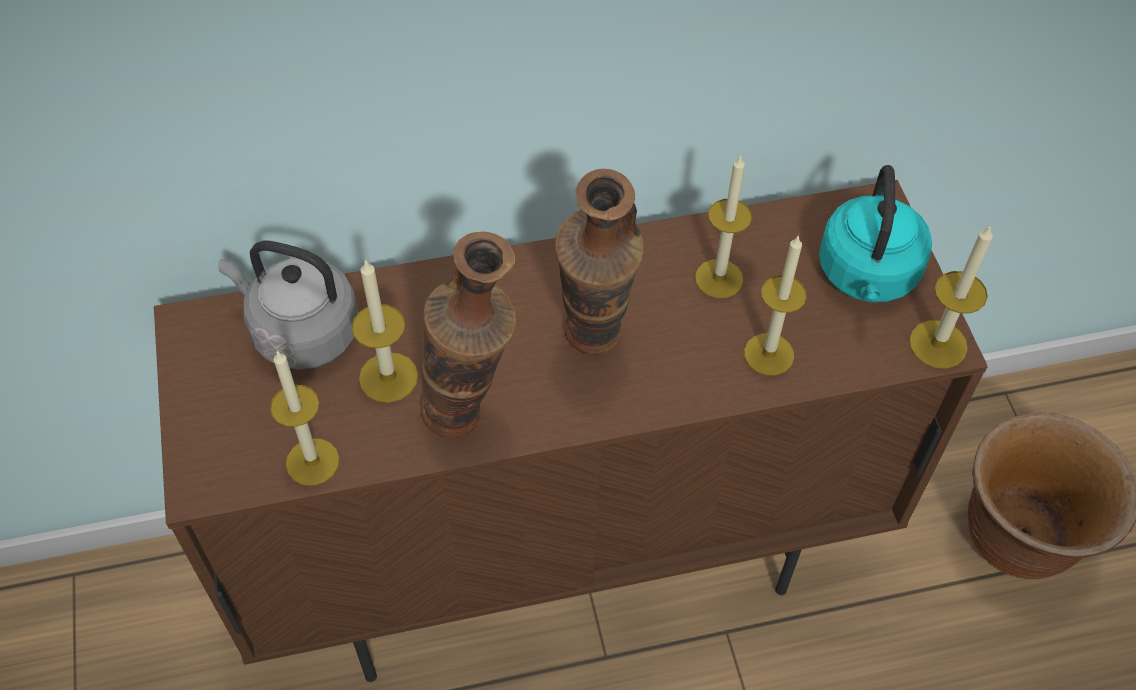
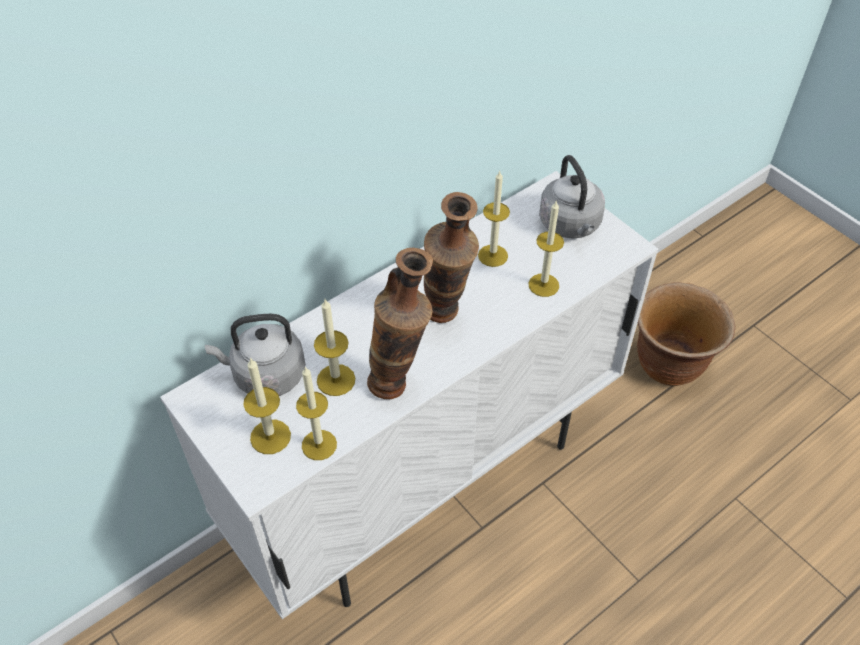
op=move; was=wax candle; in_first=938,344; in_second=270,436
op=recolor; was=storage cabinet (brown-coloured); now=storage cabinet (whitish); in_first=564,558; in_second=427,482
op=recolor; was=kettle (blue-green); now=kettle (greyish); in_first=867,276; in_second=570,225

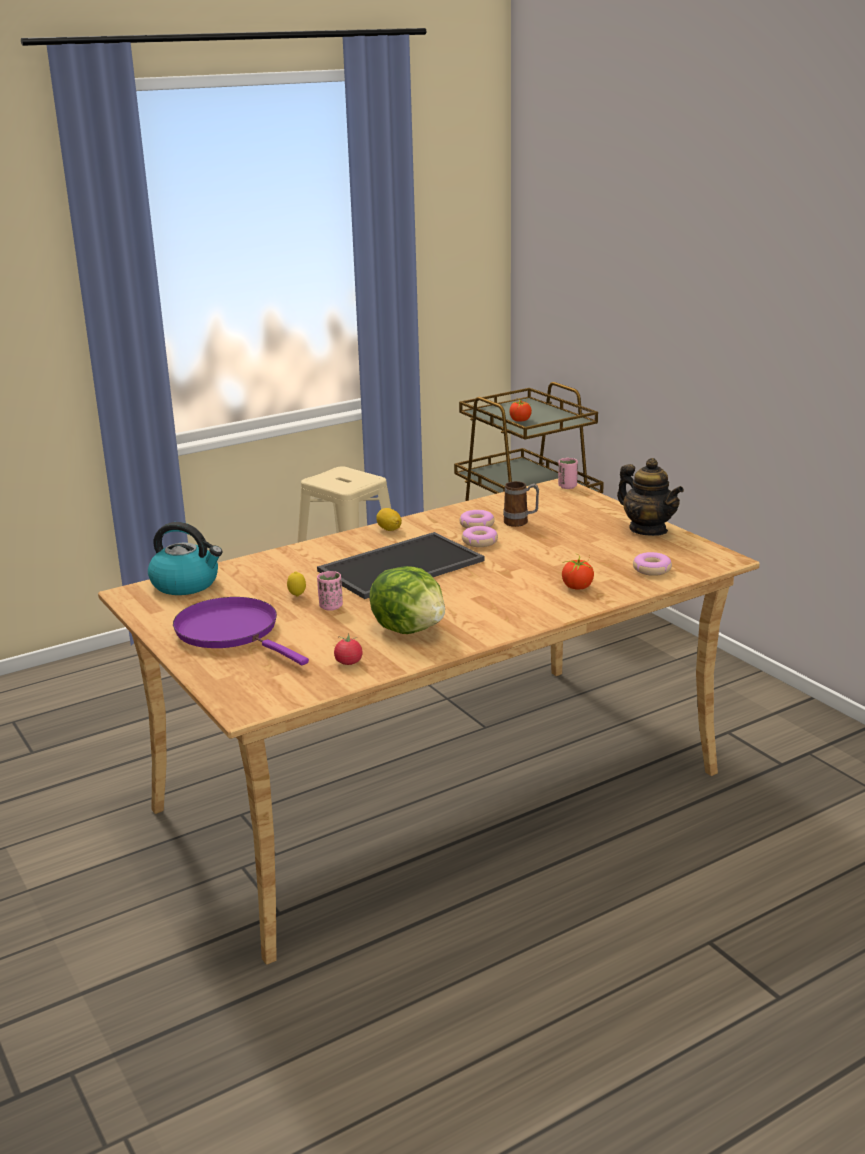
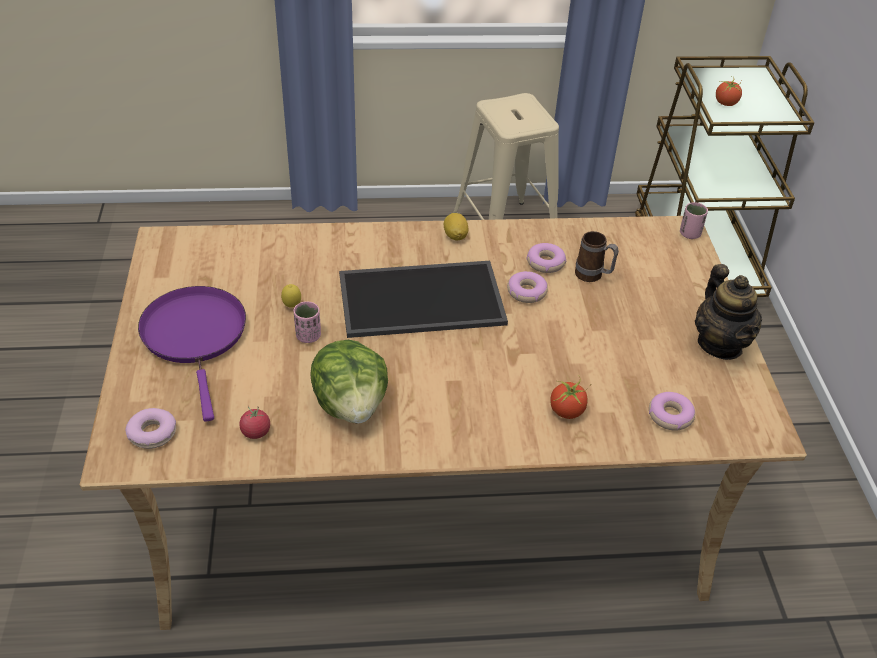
op=delete; was=kettle; in_first=186,584
op=insert; now=ring doughnut; in_second=152,433

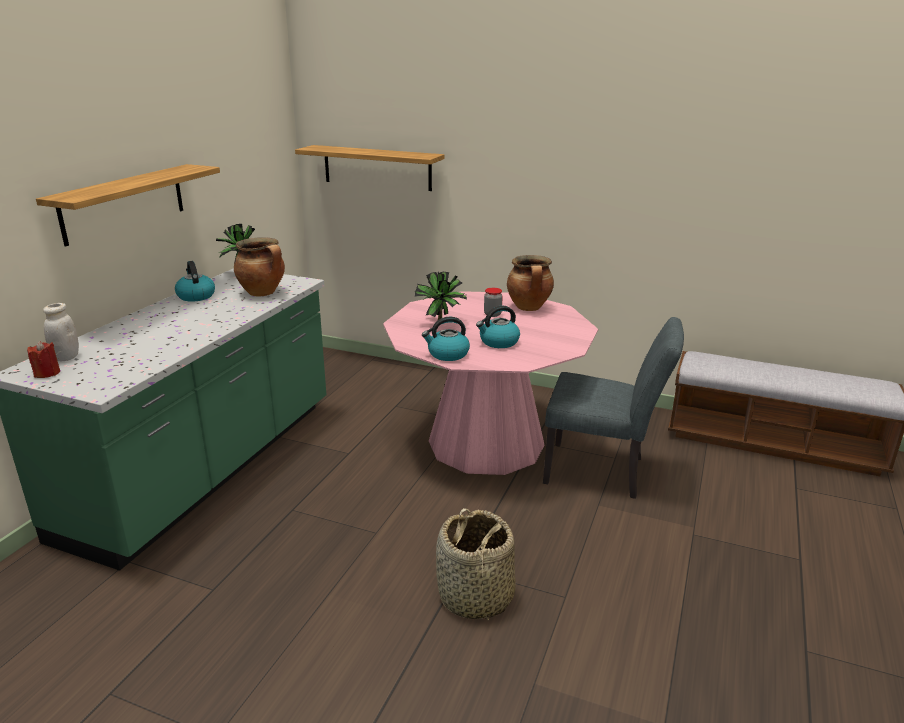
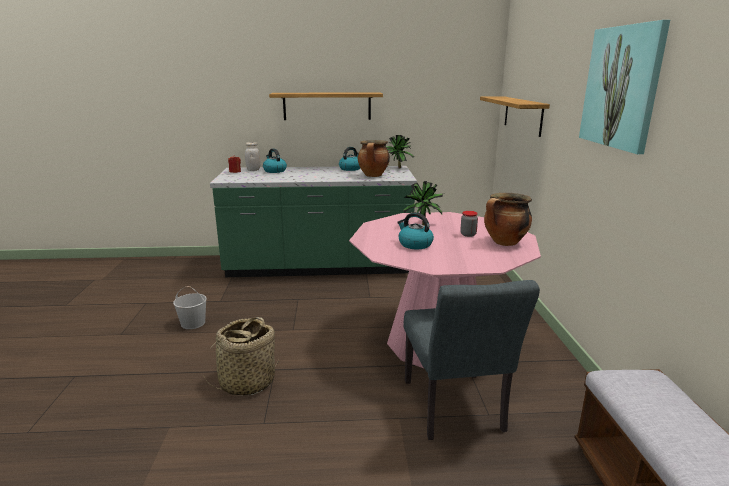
op=insert; now=water bucket (whitish); in_second=193,323
op=insert; now=wall picture; in_second=621,87
op=move; was=kettle; in_first=447,354; in_second=274,171

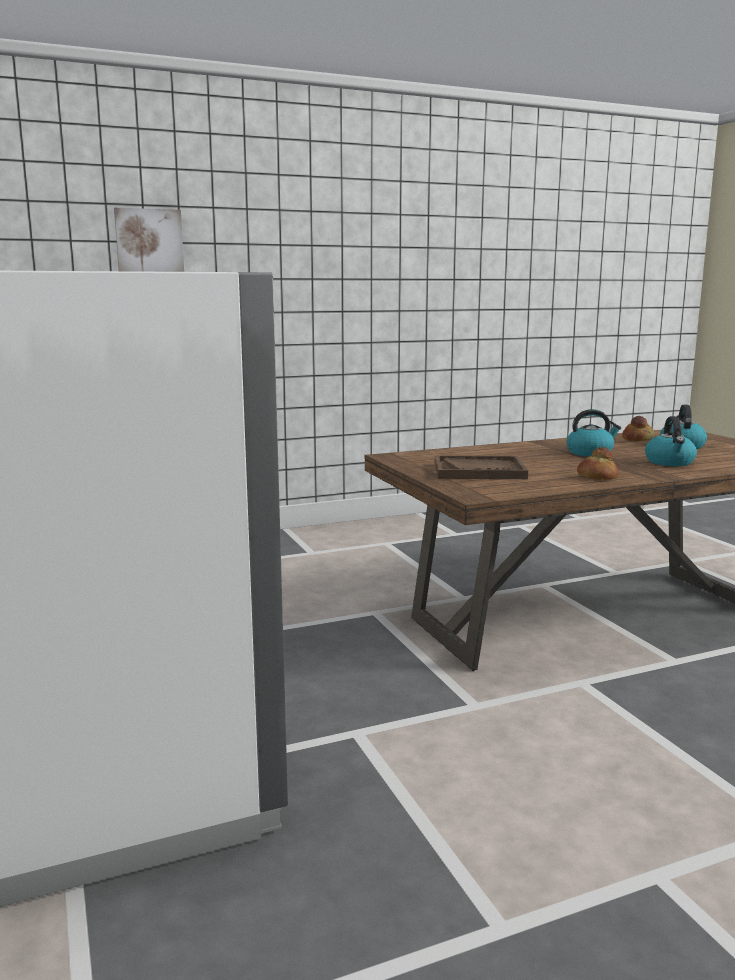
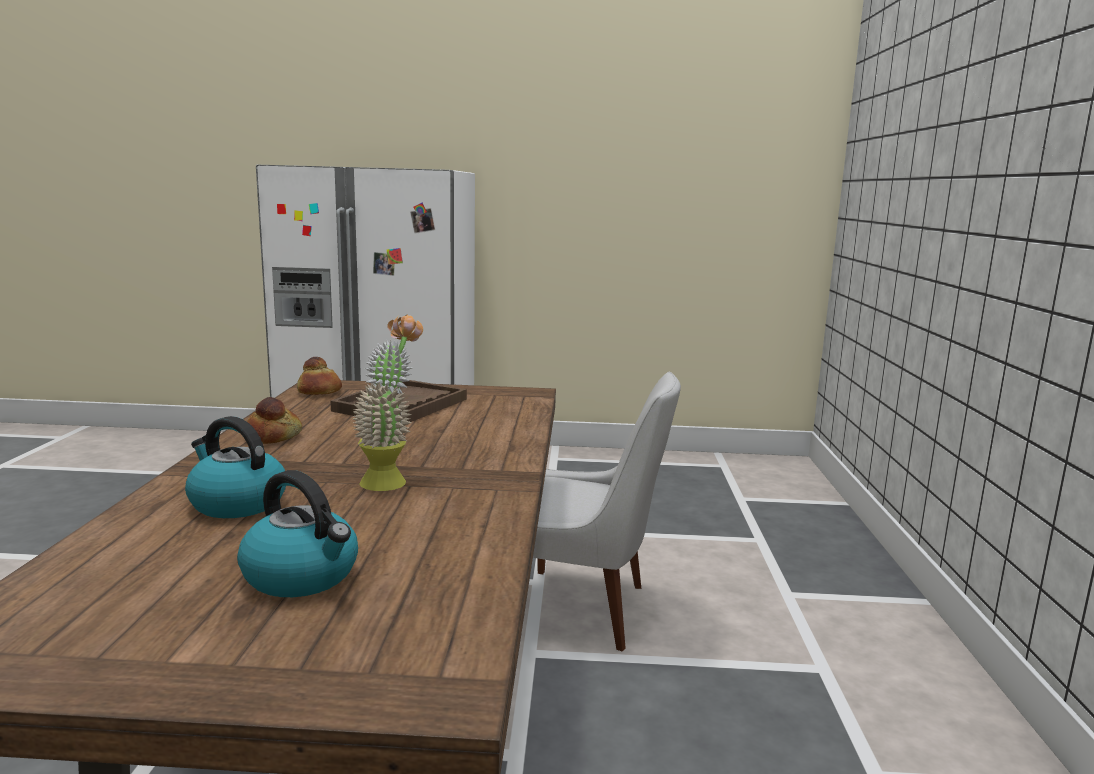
op=delete; was=wall picture; in_first=149,242
op=insert; now=upright chair (whitish); in_second=584,609
op=move; was=baked bread; in_first=638,439; in_second=319,392
op=replace; was=kettle; now=plant in a pot; in_first=590,453; in_second=390,479

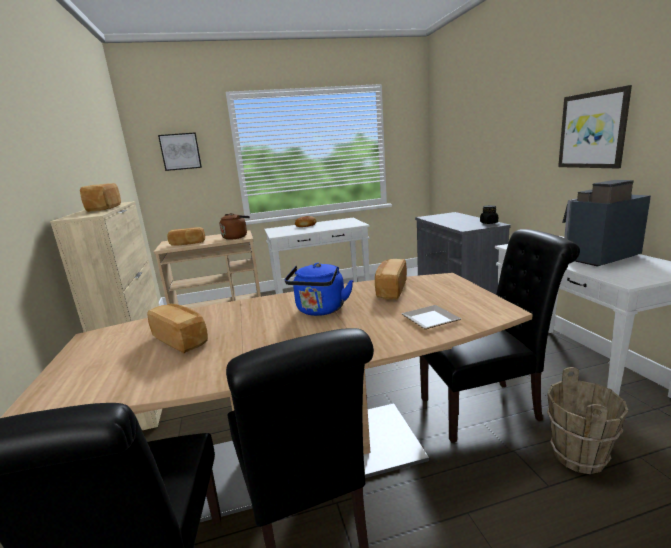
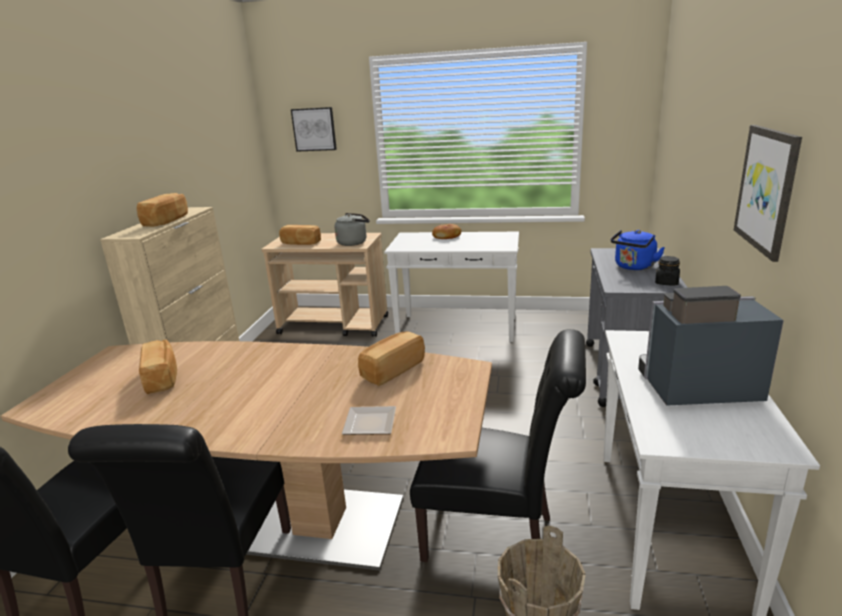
op=move; was=kettle (blue-coloured); in_first=320,310; in_second=633,267
op=recolor; was=kettle (brown-coloured); now=kettle (greyish); in_first=236,237; in_second=354,242

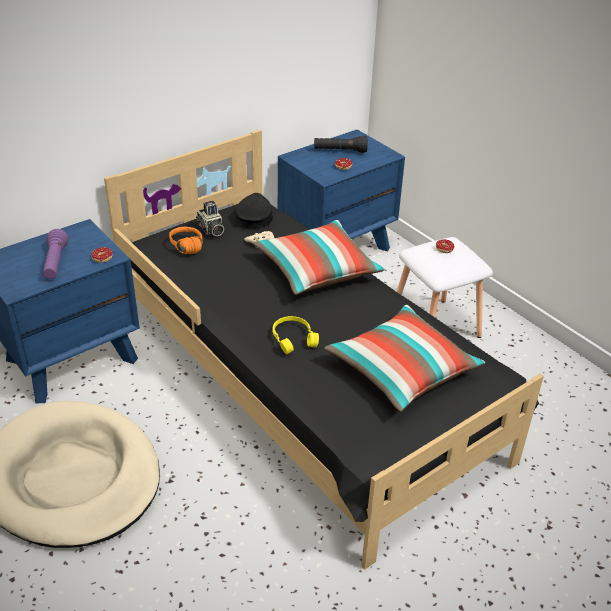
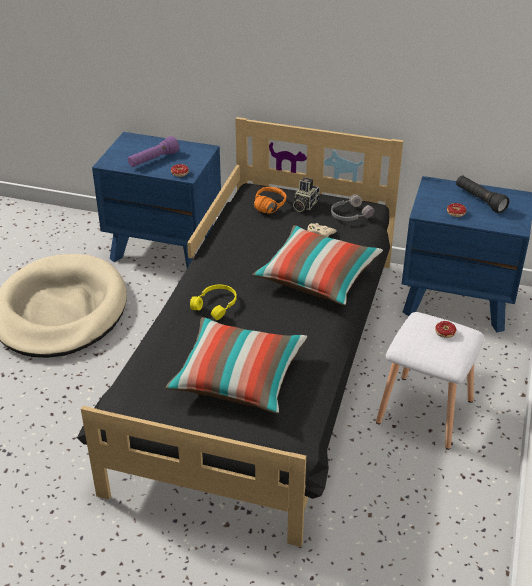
op=replace; was=peaked cap (blackish); now=headset (greyish); in_first=254,216; in_second=349,214

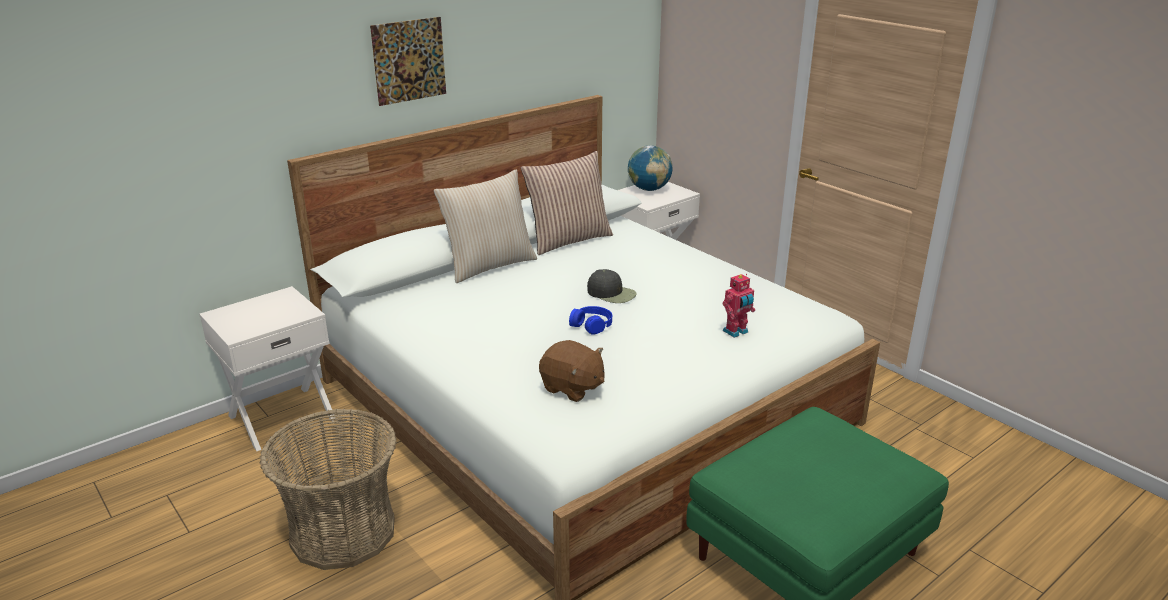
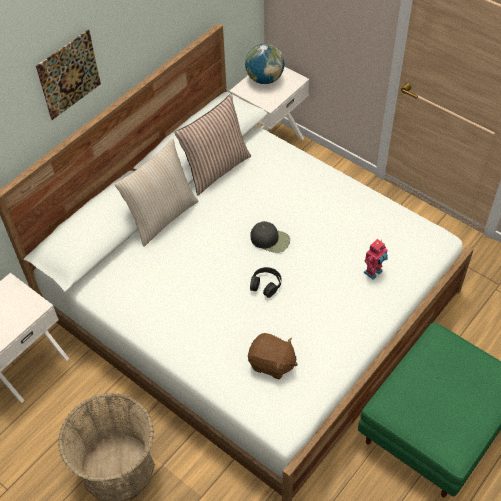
op=recolor; was=headset (blue-coloured); now=headset (blackish); in_first=591,324; in_second=266,284

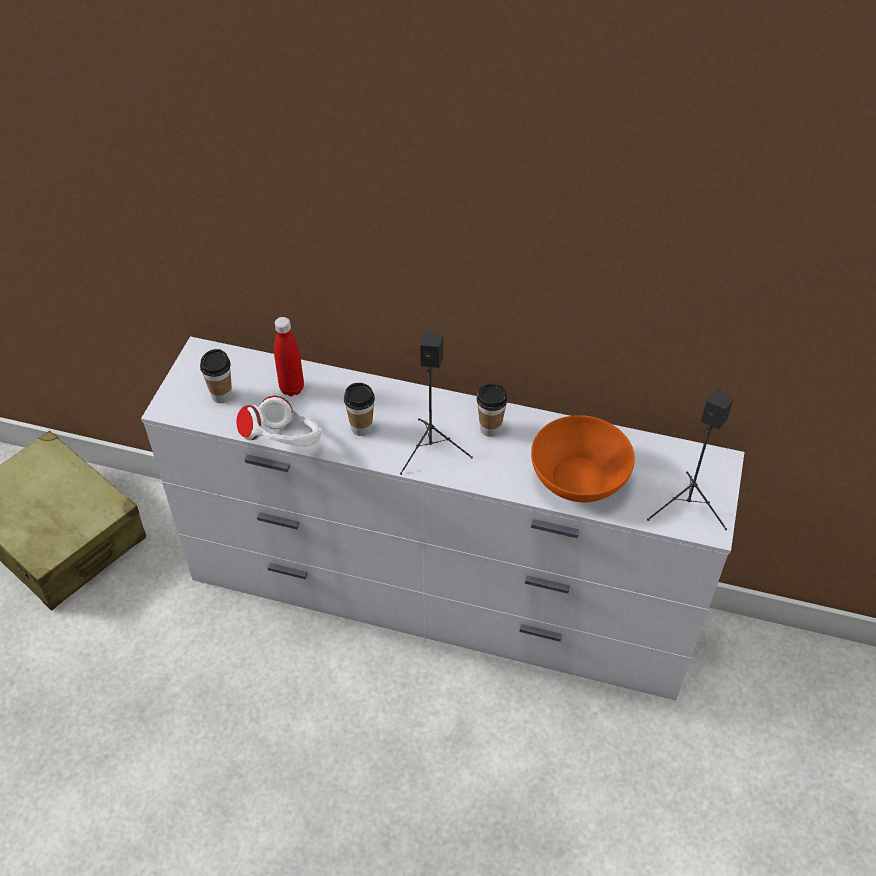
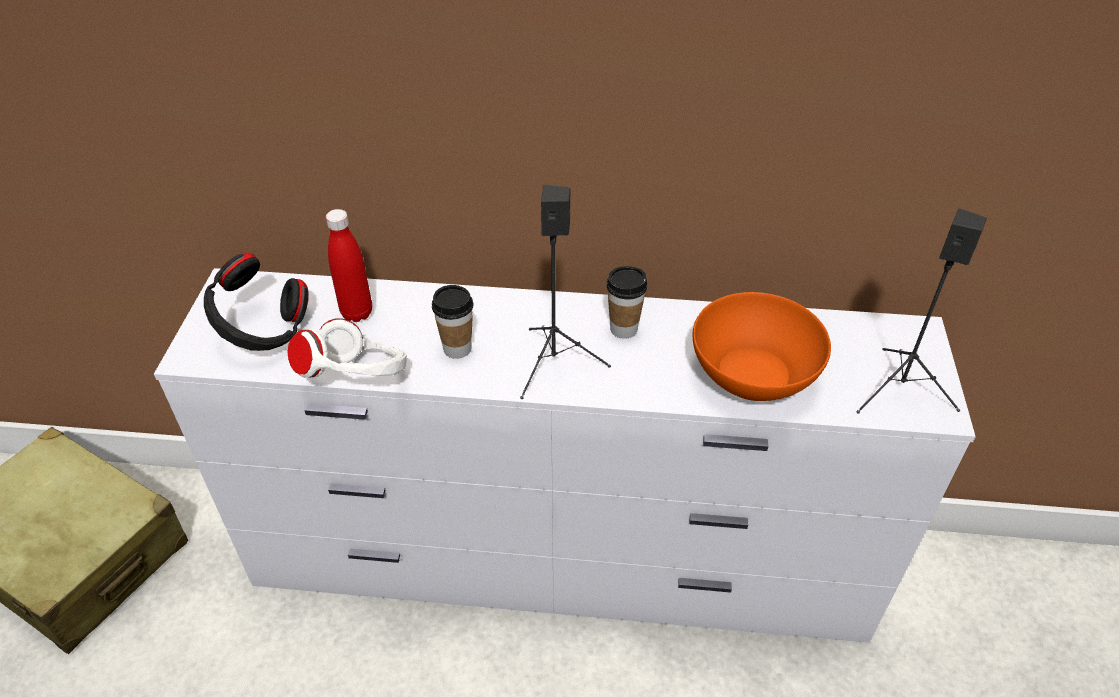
op=replace; was=small cup; now=headset (blackish); in_first=222,395; in_second=263,332

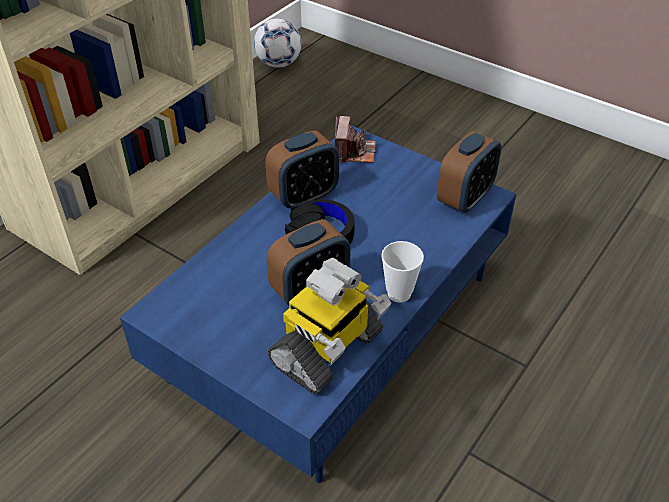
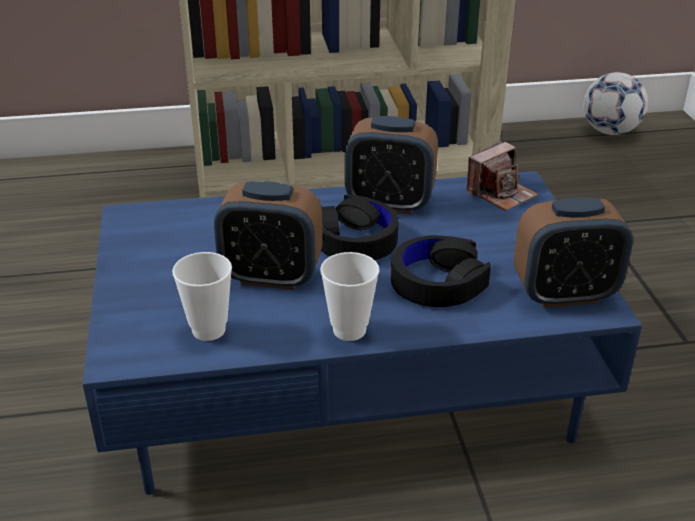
op=insert; now=headset (blackish); in_second=438,282
op=replace; was=toy robot; now=small cup; in_first=328,350; in_second=208,330

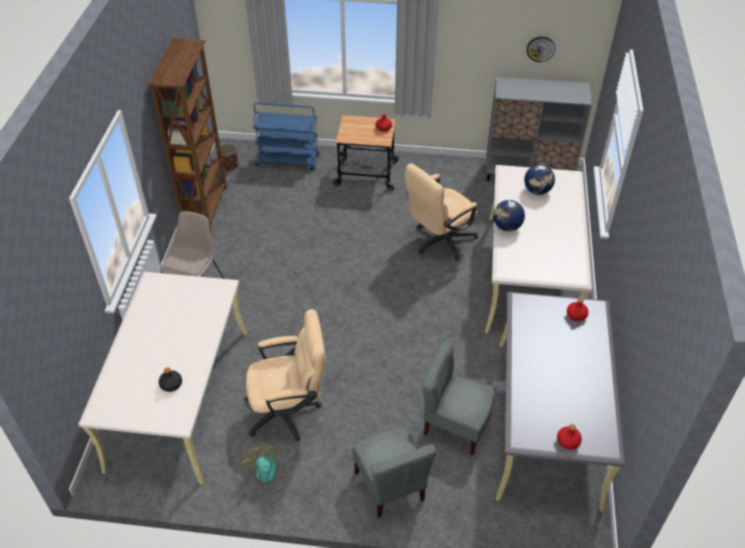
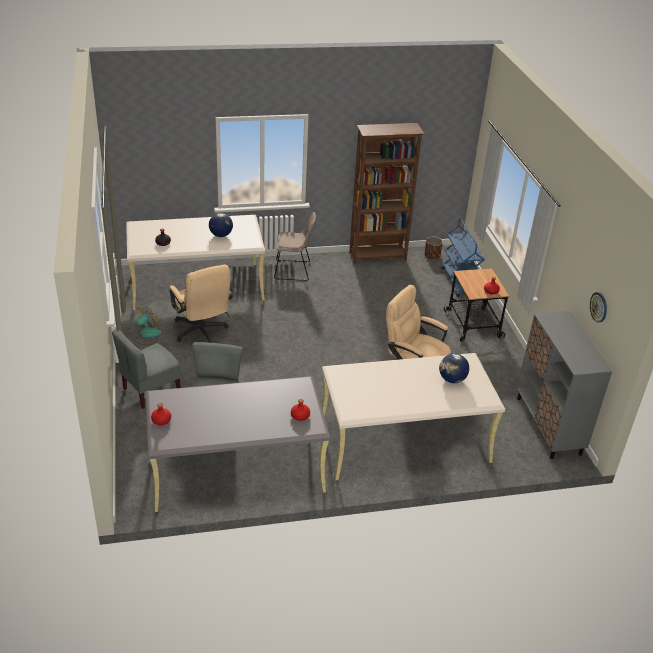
op=move; was=desk globe; in_first=506,227; in_second=221,235

